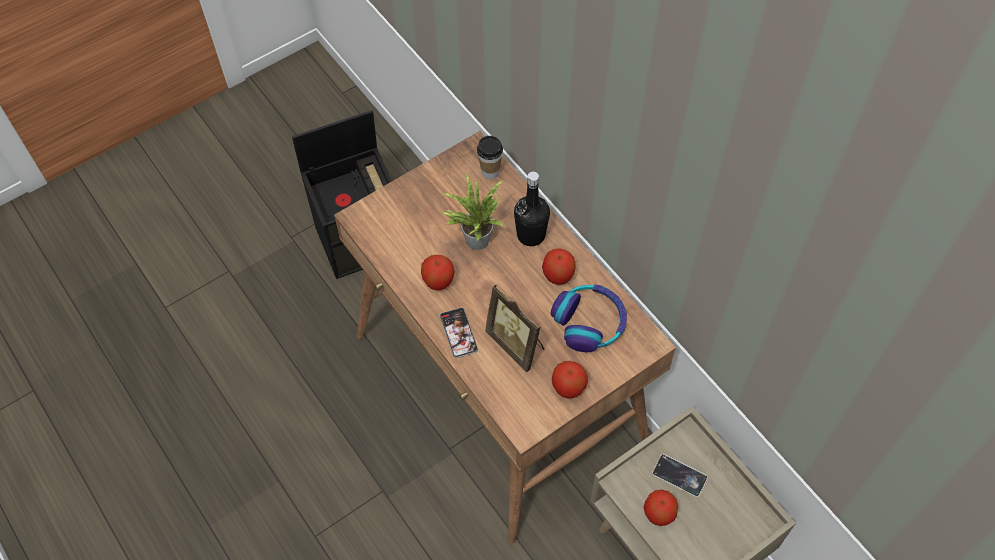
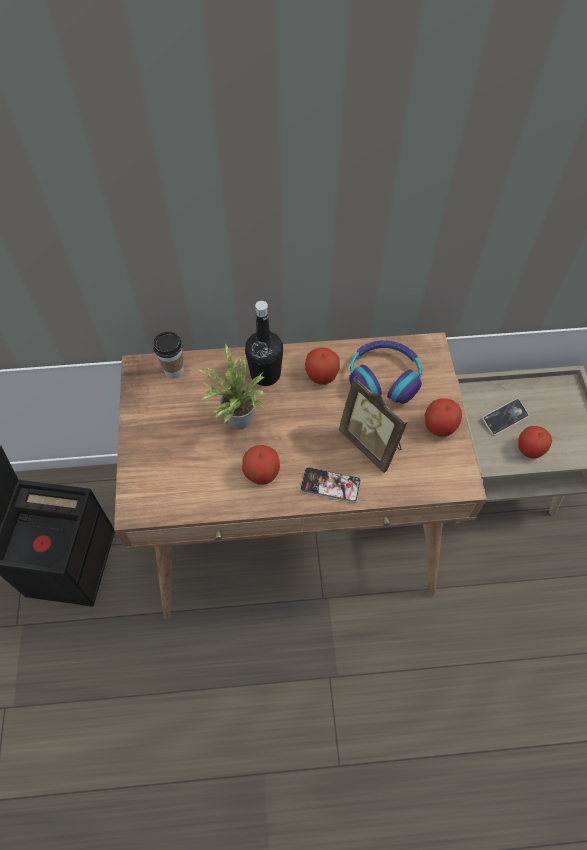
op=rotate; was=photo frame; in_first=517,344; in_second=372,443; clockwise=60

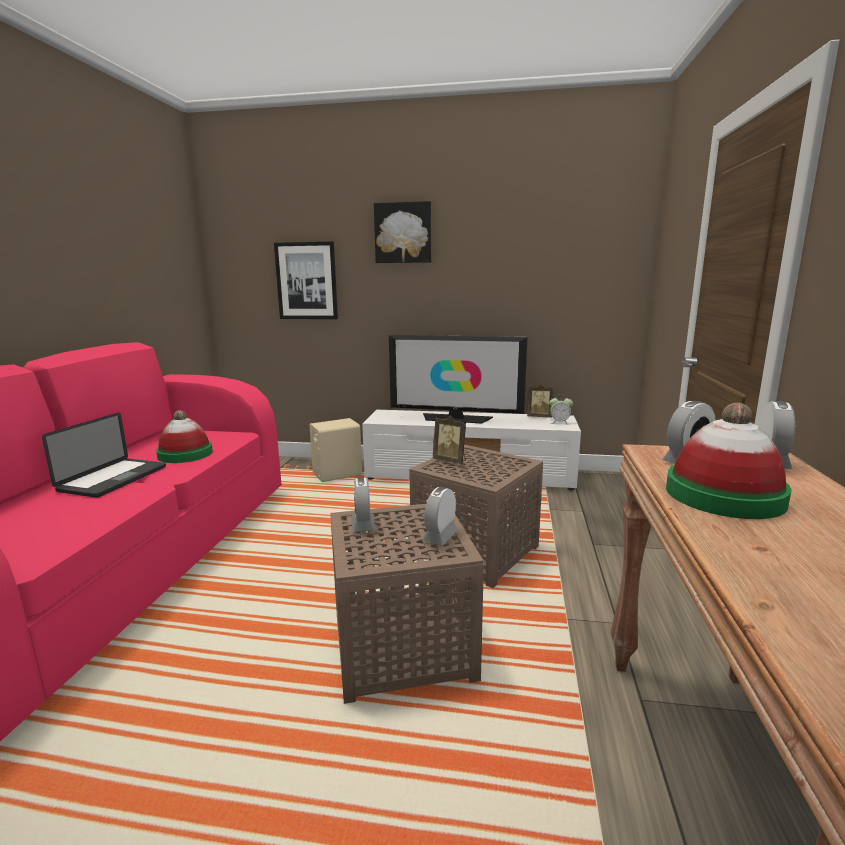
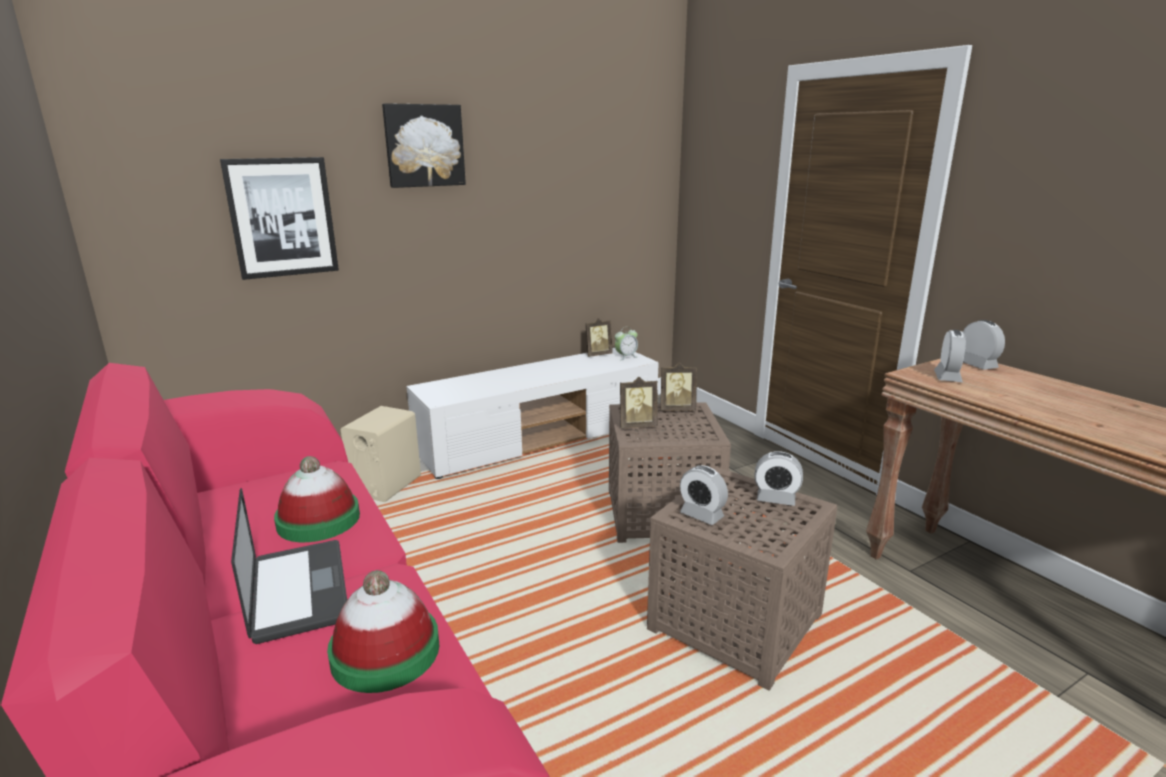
op=delete; was=TV set; in_first=455,419
op=insert; now=photo frame; in_second=677,409
op=move; was=clothing hat; in_first=724,495; in_second=385,652
op=rotate; was=alarm clock; in_first=440,536; in_second=776,499; clockwise=-60

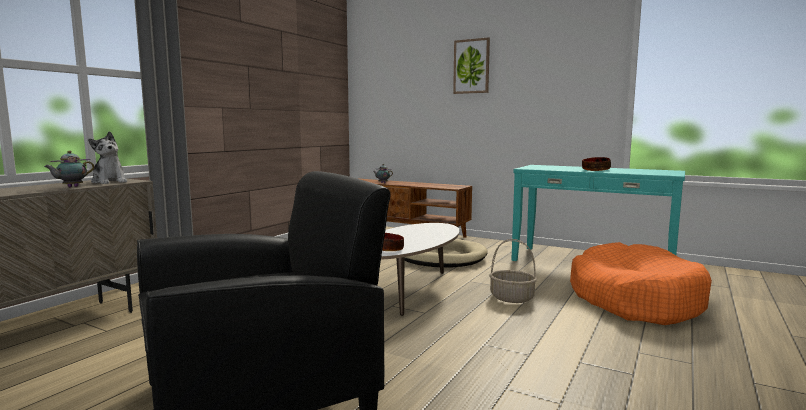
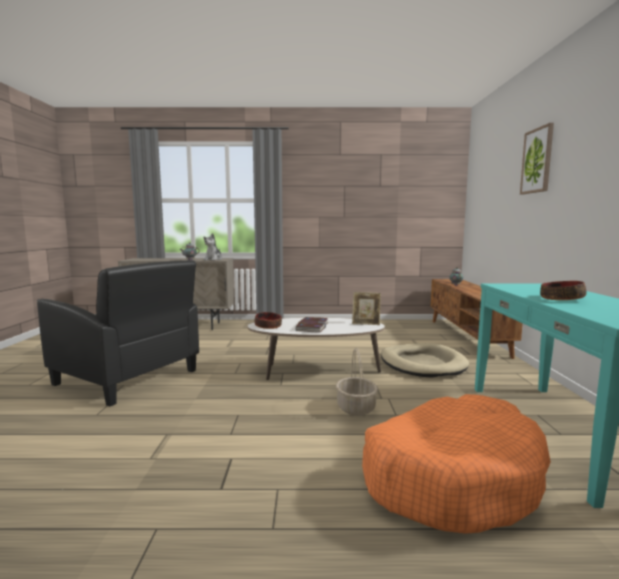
op=insert; now=bound book; in_second=312,327
op=insert; now=photo frame; in_second=366,323

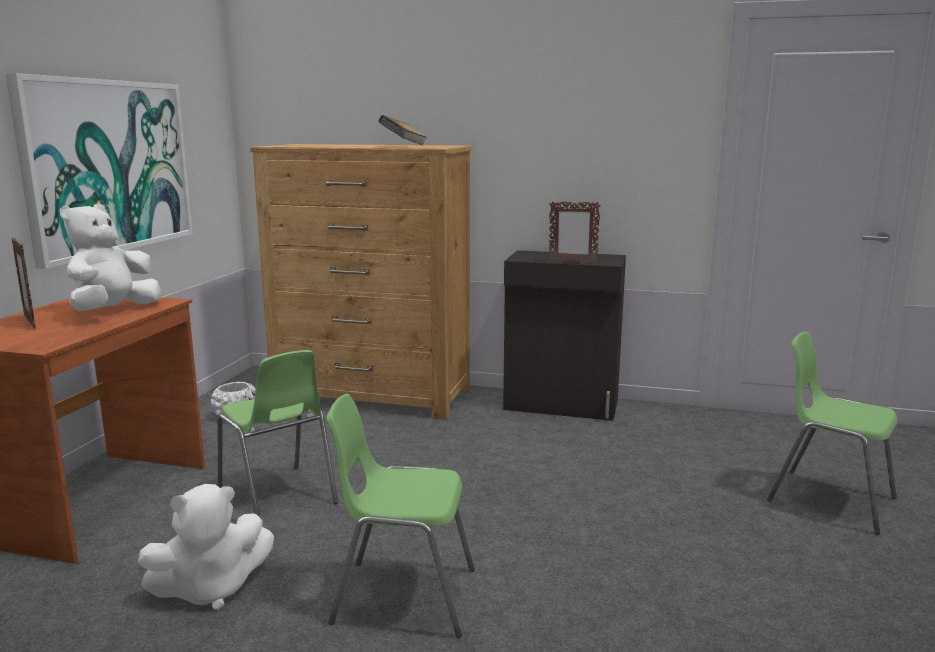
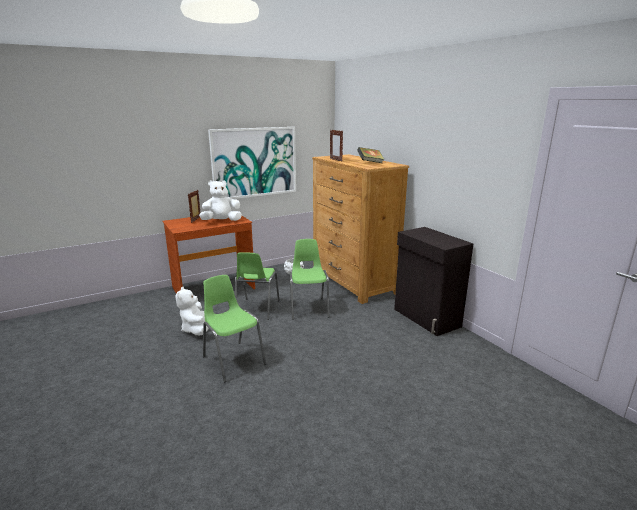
op=move; was=photo frame; in_first=572,262; in_second=336,160
op=move; was=upright chair (greenish); in_first=829,499; in_second=308,308
op=rotate; was=plush toy (whitish); in_first=211,589; in_second=196,329; clockwise=60

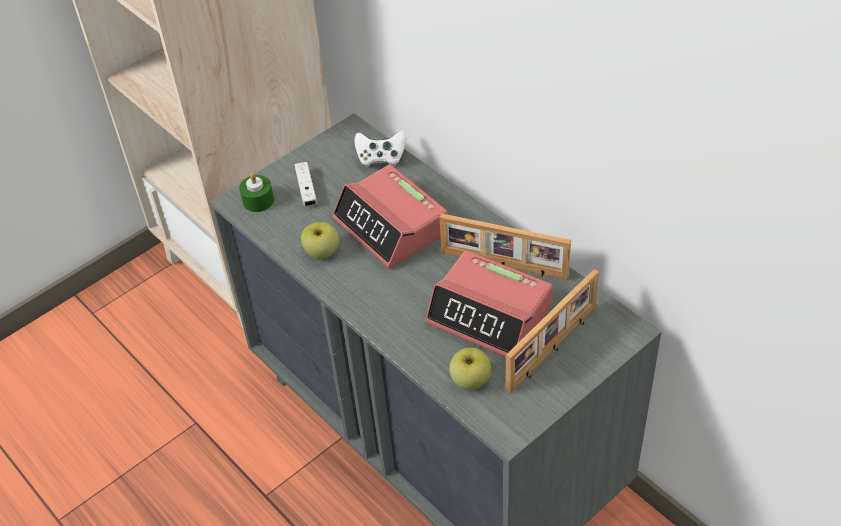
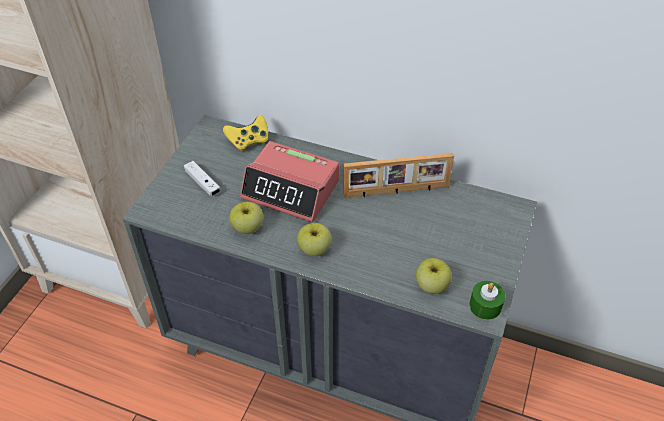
op=delete; was=alarm clock; in_first=490,315
op=delete; was=photo frame; in_first=553,349
op=insert; now=whole apple; in_second=314,249
op=move; was=wax candle (greenish); in_first=258,201; in_second=485,306
op=recolor; was=gamepad (whitish); now=gamepad (yellowish); in_first=381,158; in_second=248,141

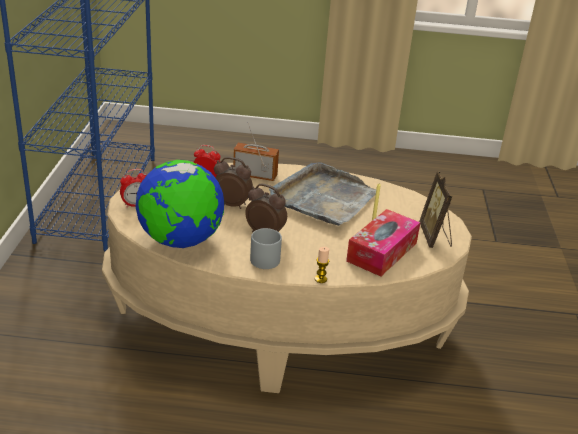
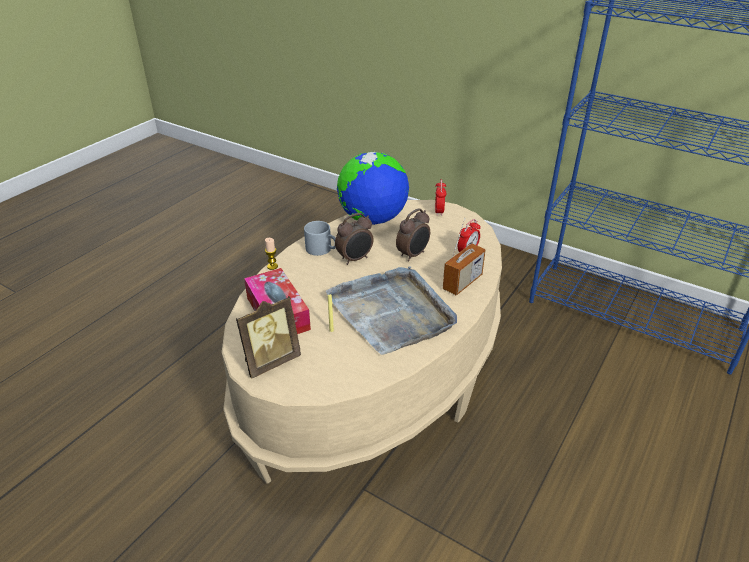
op=rotate; was=photo frame; in_first=435,237; in_second=270,361; clockwise=120

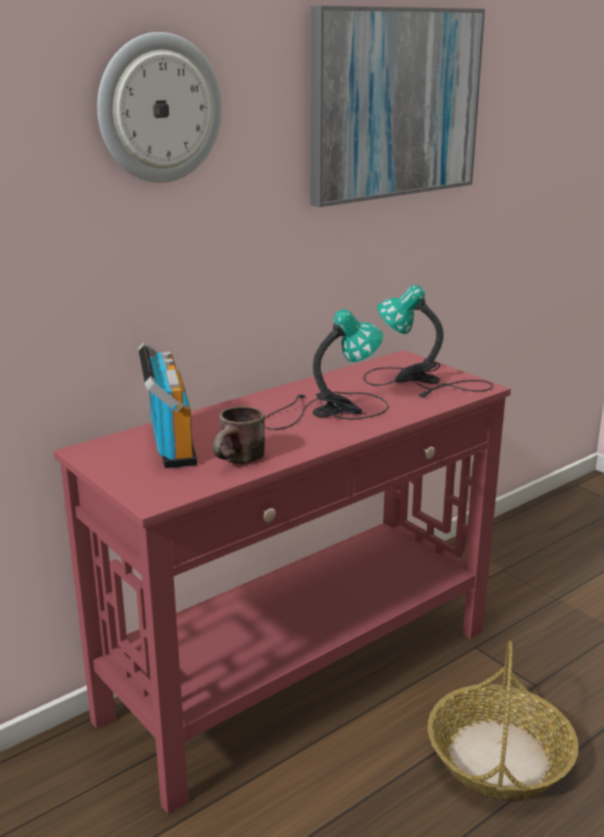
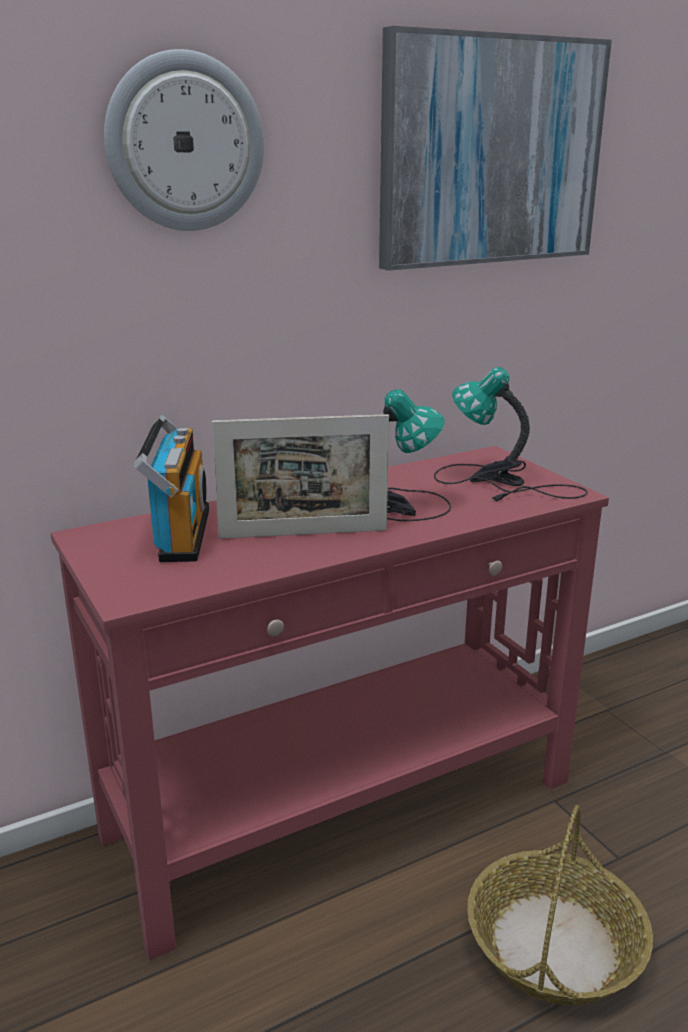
op=delete; was=coffee mug (brown-coloured); in_first=241,461
op=insert; now=photo frame; in_second=303,534

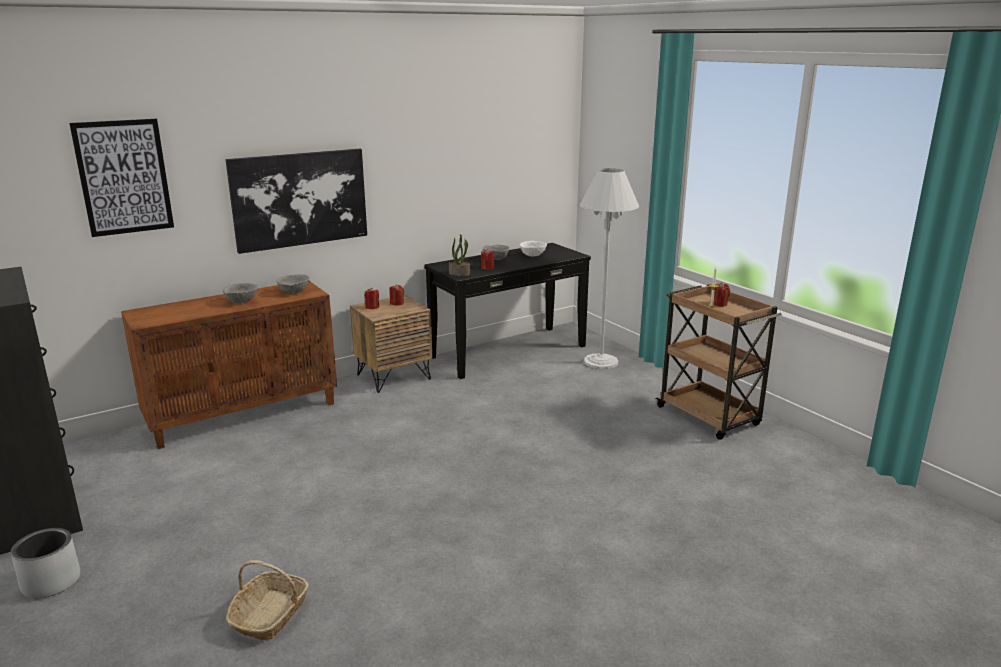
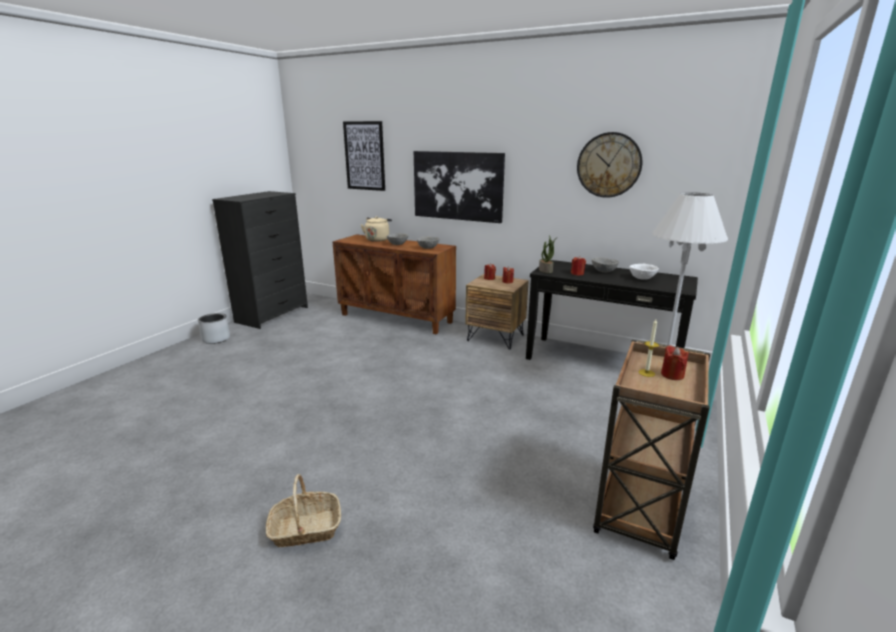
op=insert; now=kettle (beige); in_second=377,239
op=insert; now=wall clock; in_second=609,165
op=move; was=storage basket; in_first=270,615; in_second=305,529

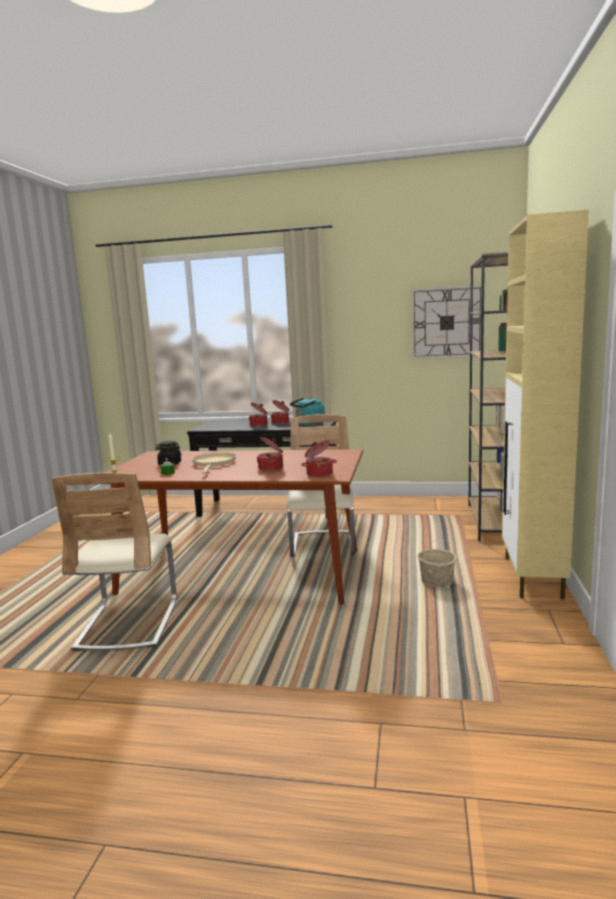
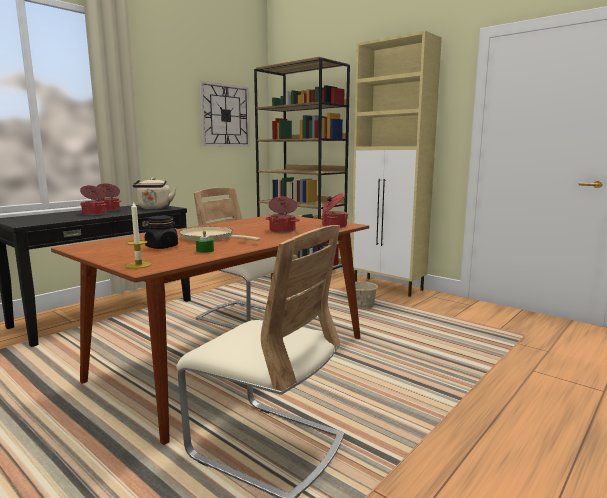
op=recolor; was=kettle (blue-green); now=kettle (beige); in_first=309,425; in_second=154,208

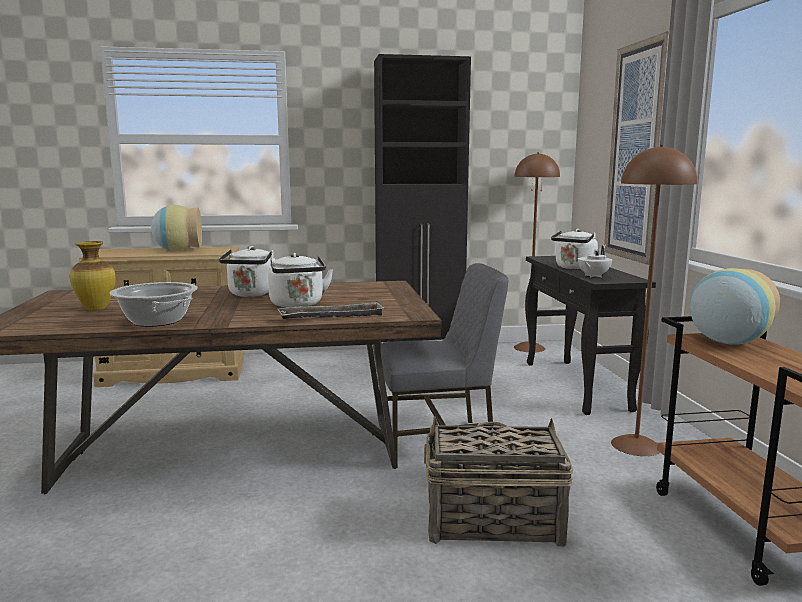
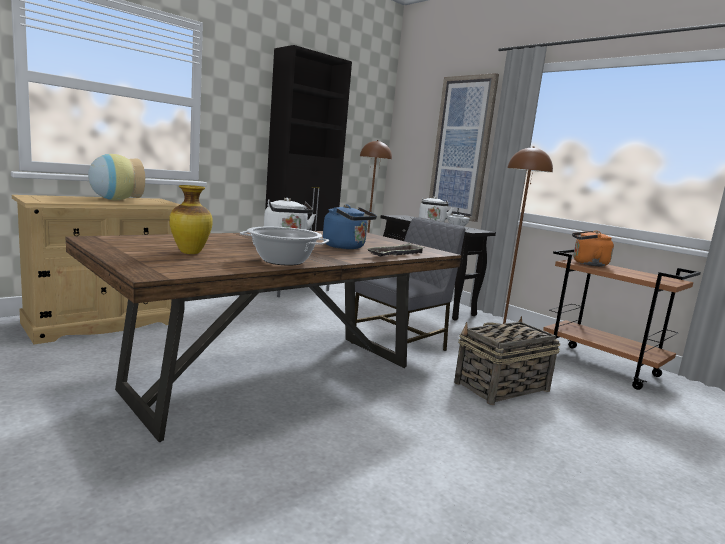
op=replace; was=decorative vase; now=kettle (orange-coloured); in_first=727,342; in_second=587,264
op=recolor; was=kettle (whitish); now=kettle (blue-coloured); in_first=298,305; in_second=346,247

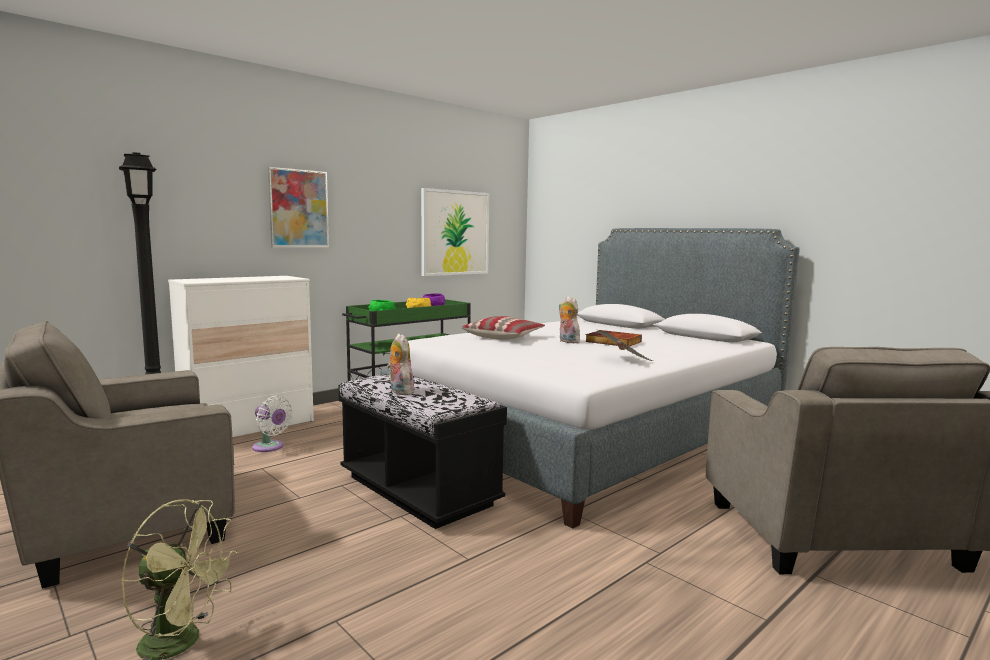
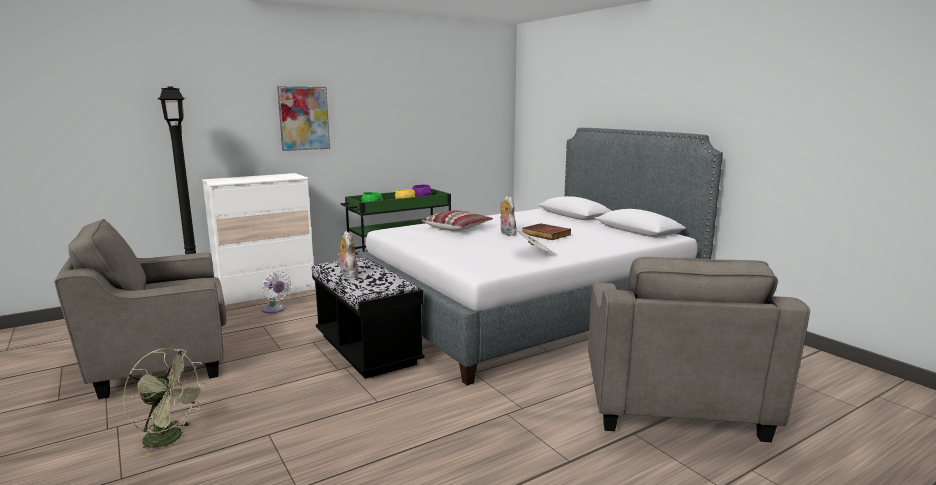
op=delete; was=wall picture; in_first=455,233

